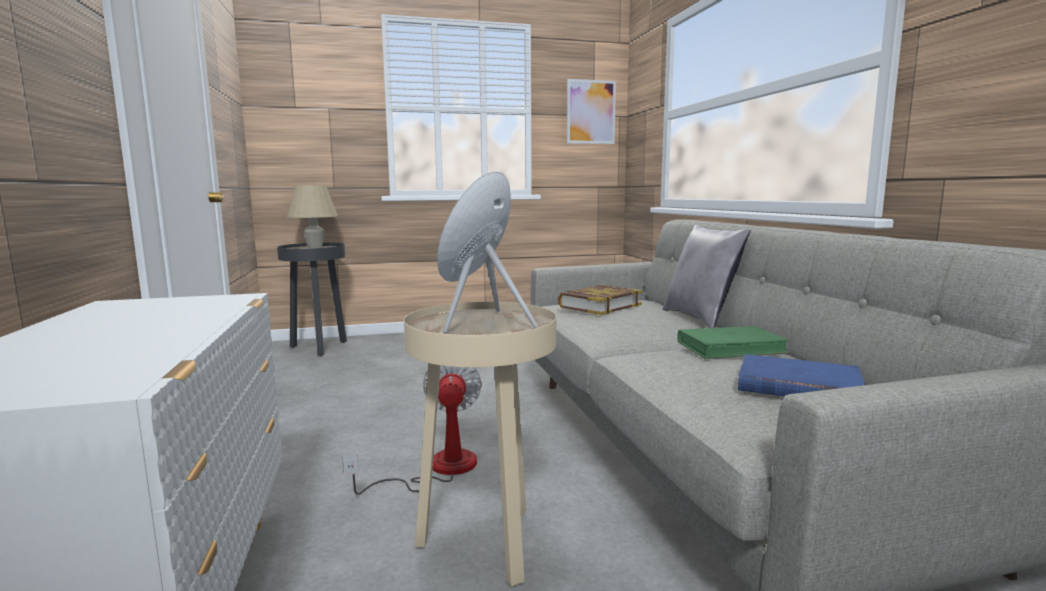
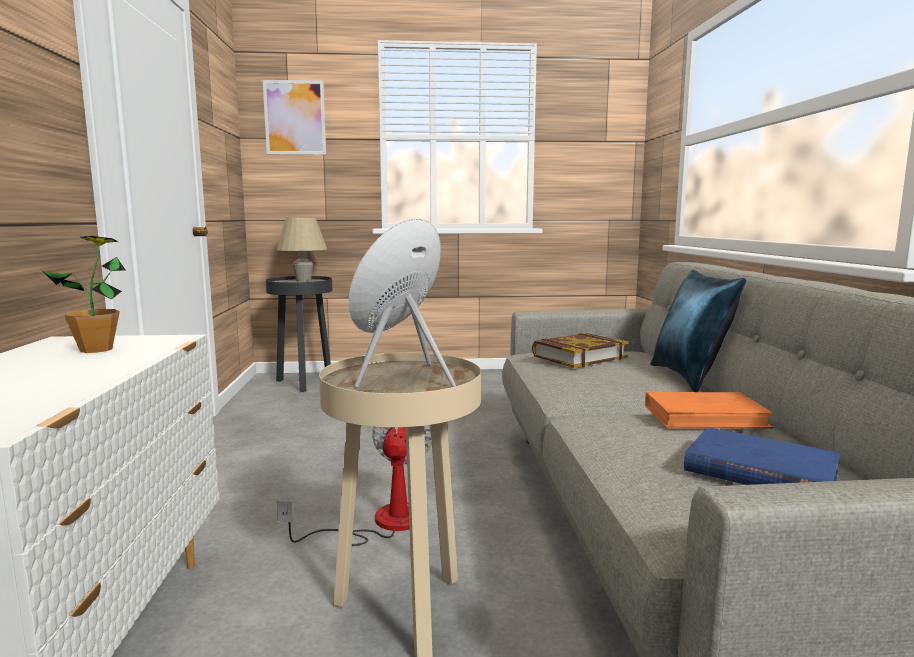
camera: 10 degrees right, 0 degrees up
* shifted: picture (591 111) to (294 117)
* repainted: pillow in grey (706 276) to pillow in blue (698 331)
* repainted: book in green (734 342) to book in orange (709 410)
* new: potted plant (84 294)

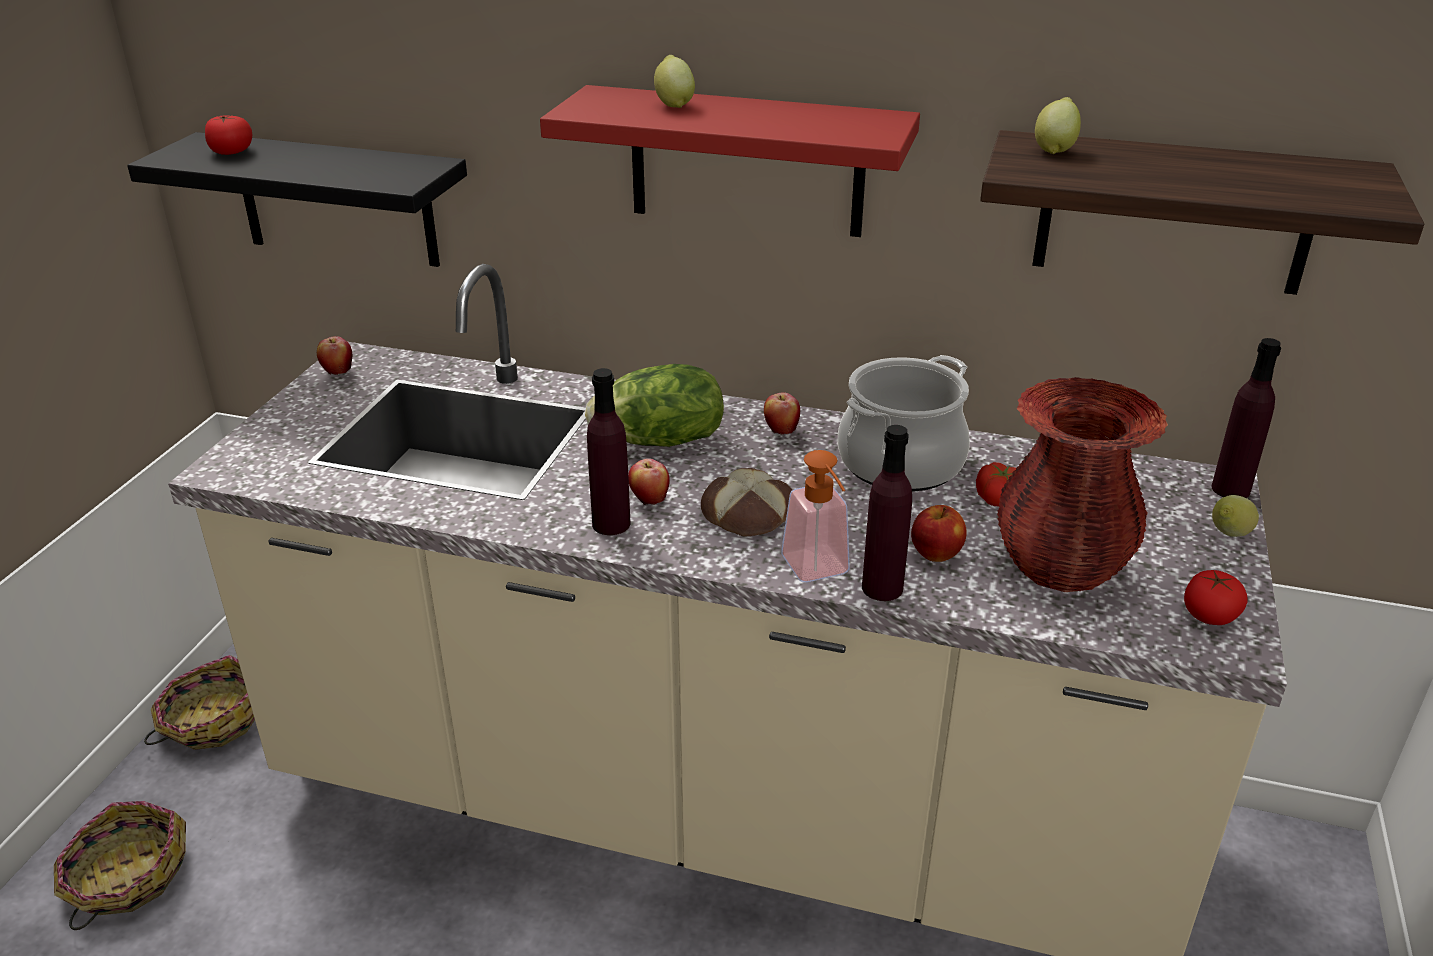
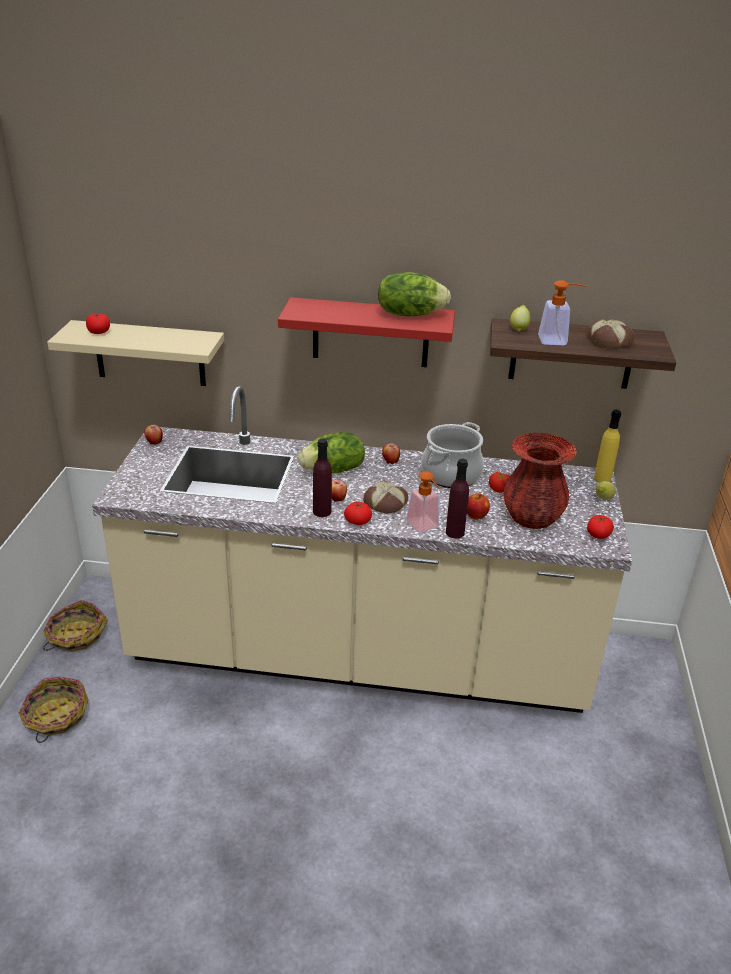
camera: 10 degrees left, 0 degrees up
* repainted: shelf in black (297 199) to shelf in beige (135 353)
* gone: lemon (674 81)
* repainted: bottle in purple (1246 418) to bottle in yellow (607 446)
* new: tomato (358 513)
* new: lettuce (414 294)
* new: soap dispenser (562 312)
* new: bread (611 333)

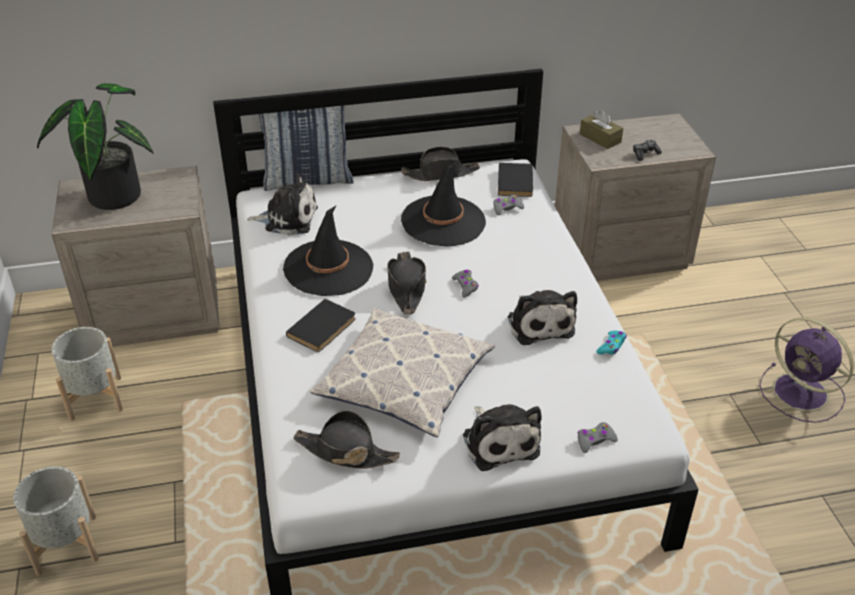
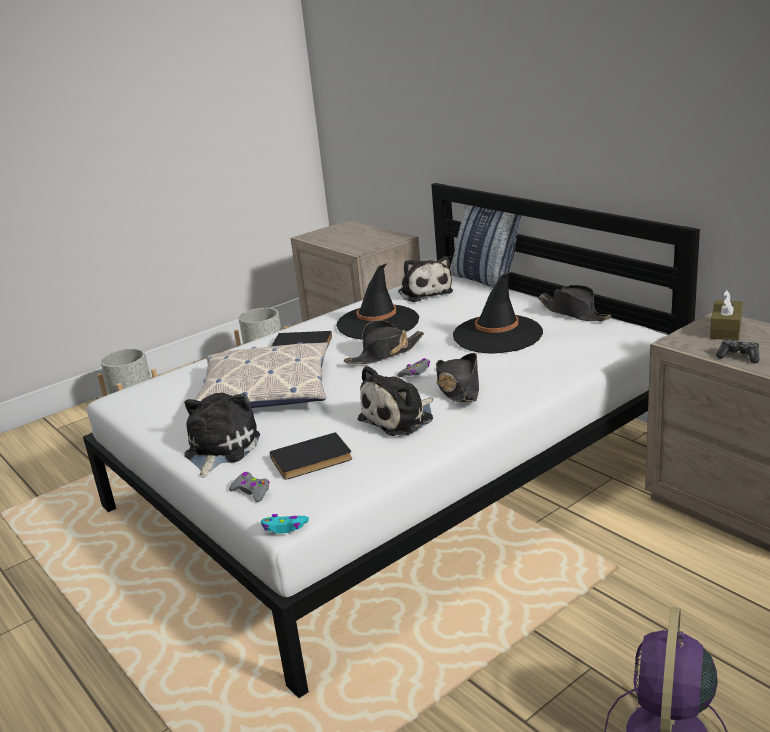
camera: 65 degrees right, 15 degrees down
* gone: potted plant (95 146)
* shifted: hat in black (346 439) to (457 377)
* rotated: plush toy (502 437) = (222 435) 150 degrees clockwise
* gone: game controller in grey (508 205)
* shifted: book in black (515 180) to (311 456)
* shifted: game controller in turquoise (611 342) to (285 523)

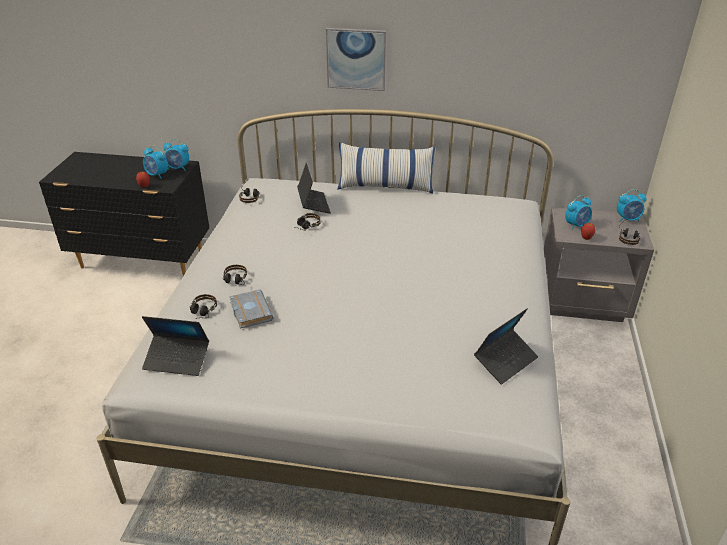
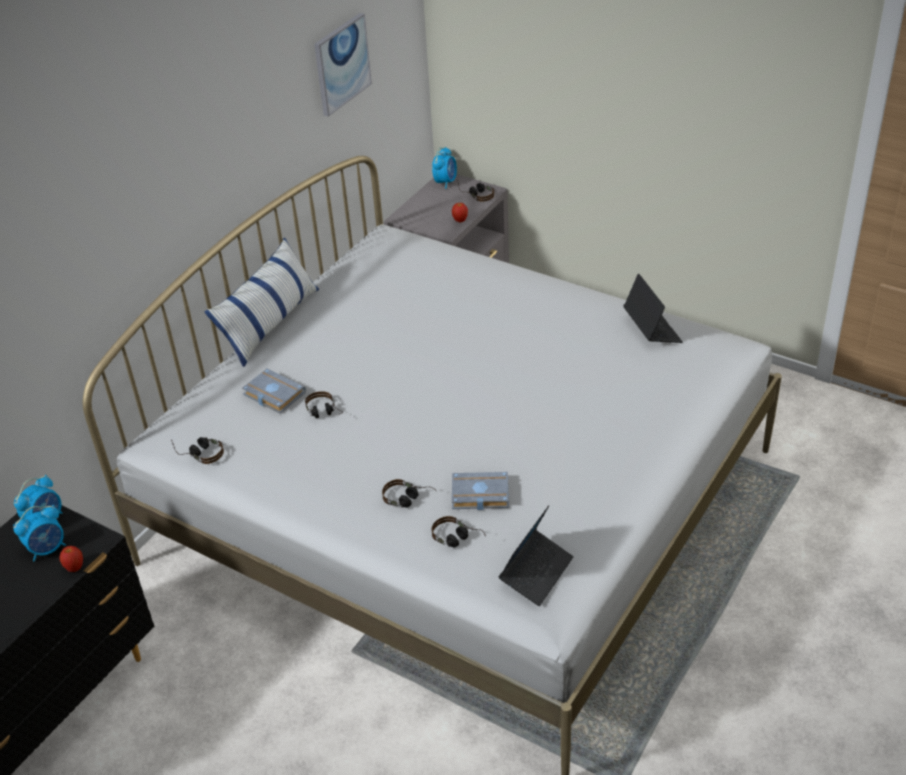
camera: 65 degrees left, 5 degrees up
* swapped: laptop (314 188) to book in grey (274 391)
* shifted: picture (356 59) to (343 65)
* gone: alarm clock (578 212)

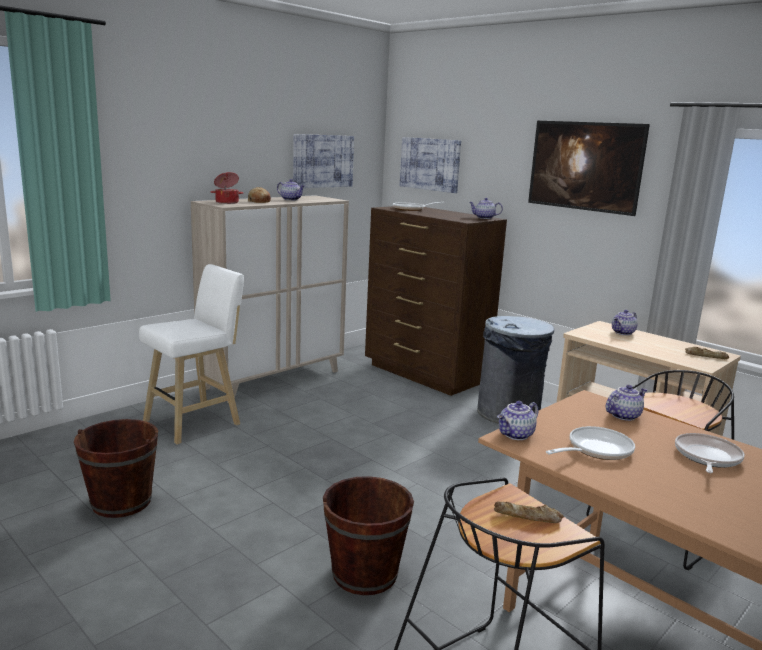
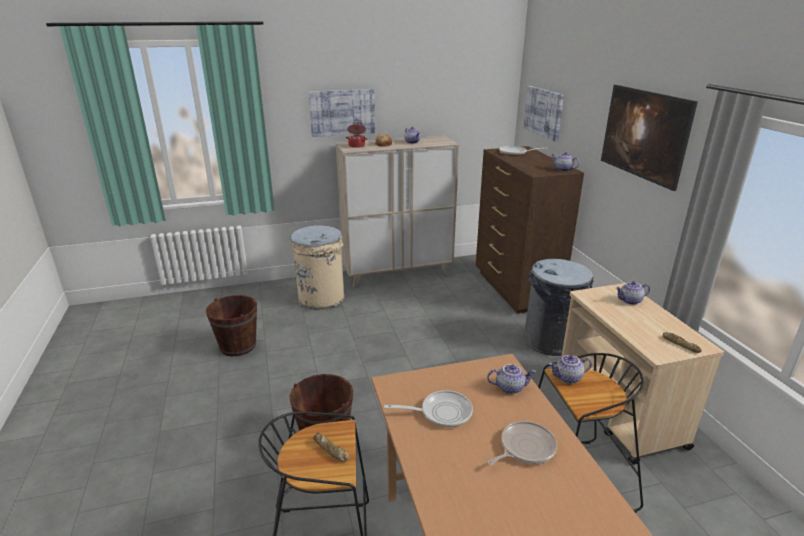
camera: 30 degrees right, 10 degrees up
* swapped: stool in white (191 354) to trash can in beige (317 267)
* shifted: picture (323 161) to (341 113)
* shifted: teapot (518 420) to (570 369)

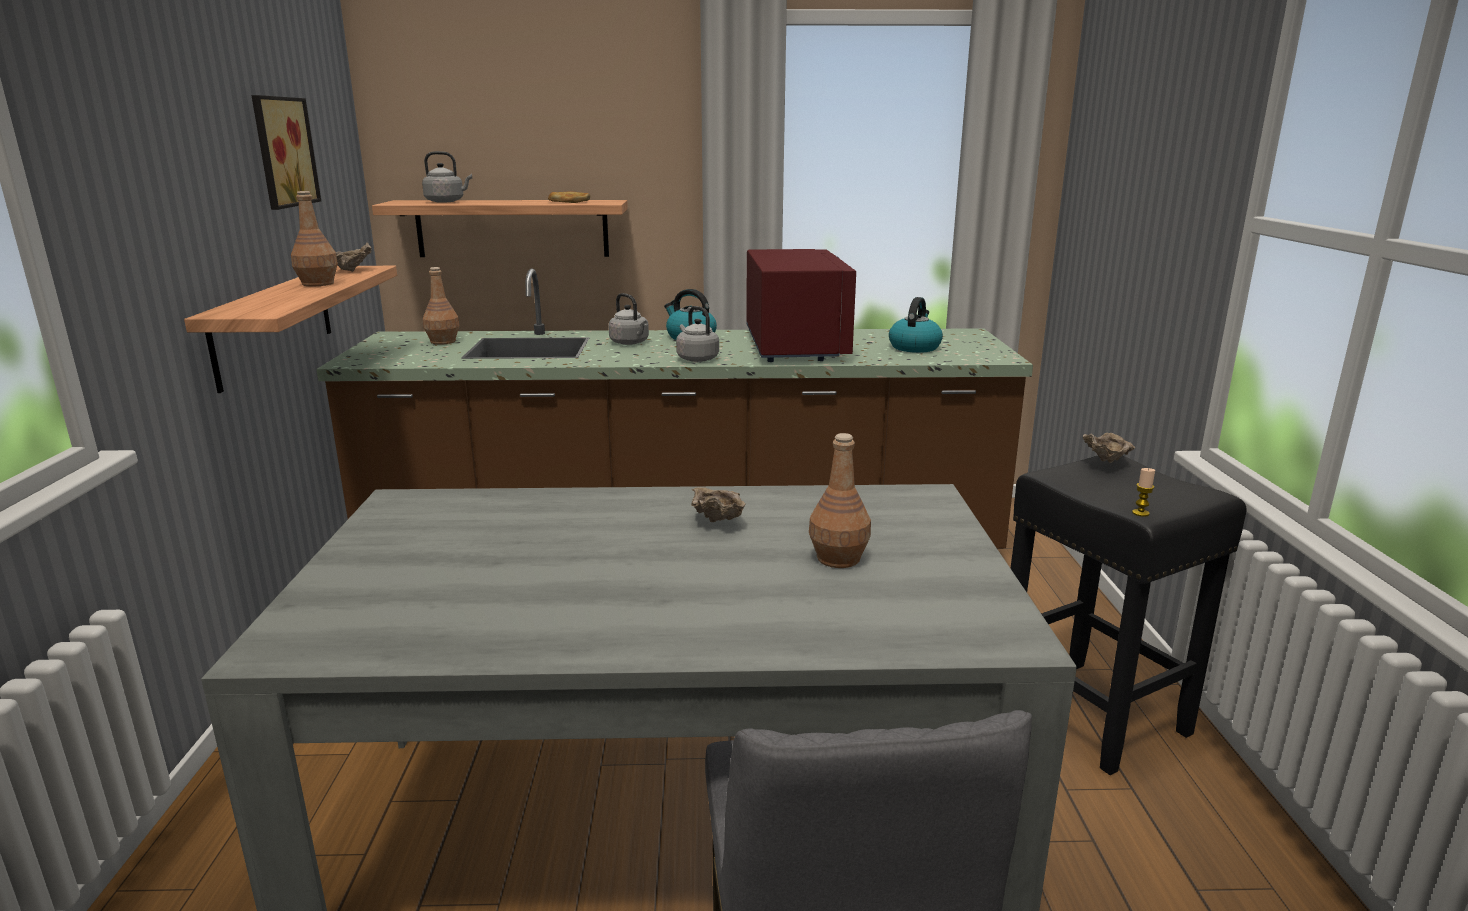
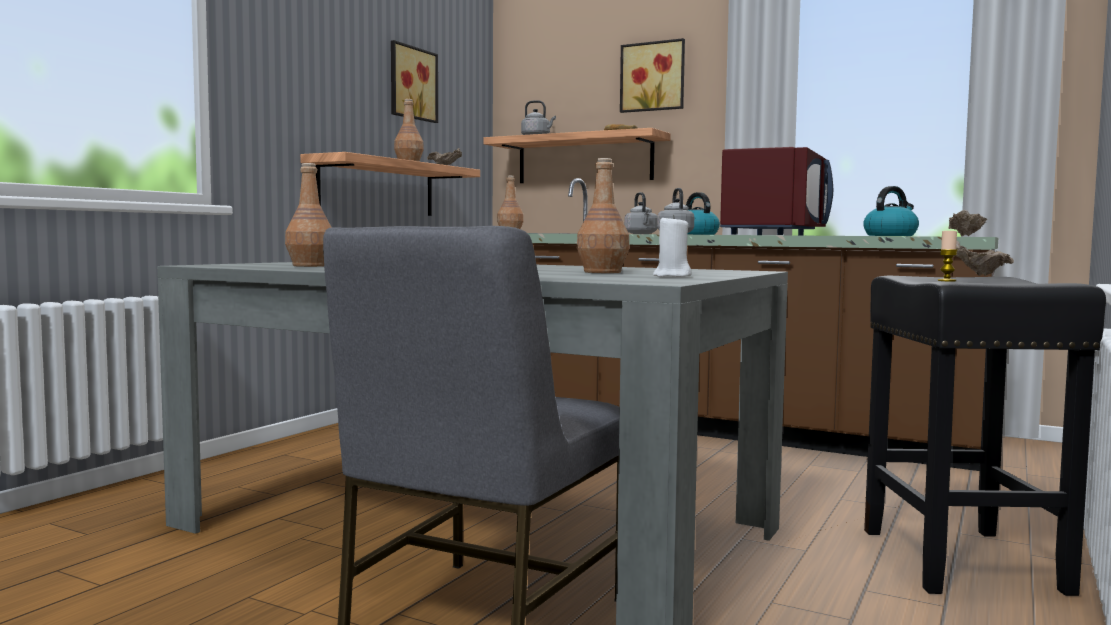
camera: 30 degrees right, 15 degrees down
* shifted: bowl in beige (718 504) to (967 223)
* new: bottle in brown (308 215)
* new: picture (652 75)
* new: candle in white (672 246)

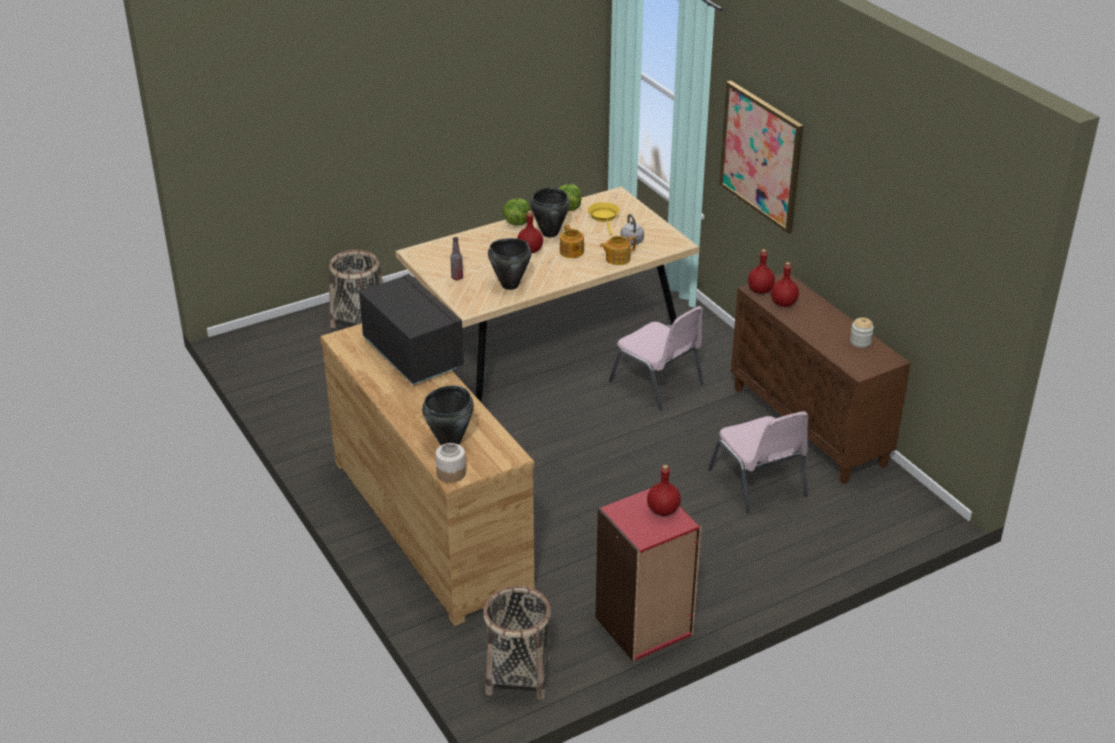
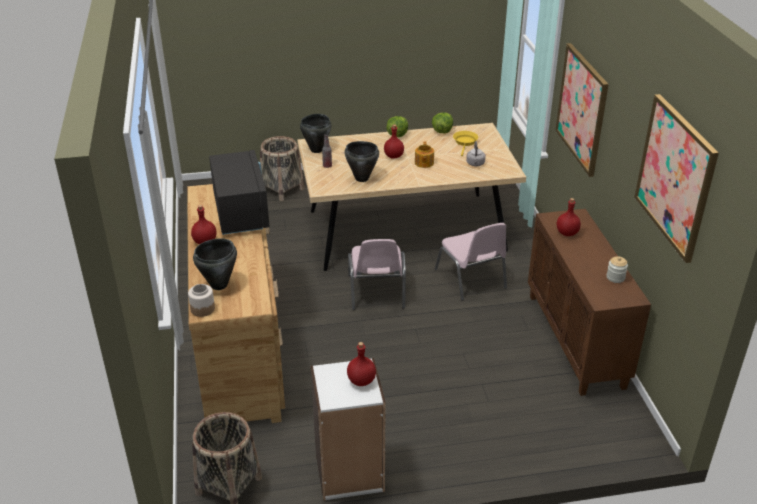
camera: 20 degrees right, 0 degrees up
* shifted: cooking pot in black (550 212) to (315 133)
* repainted: bookcase in red (649 574) to bookcase in white (348 429)
* gone: teapot (618 250)
* shifted: chair in pink (758 462) to (377 274)
* shifted: bottle in red (761 271) to (203 224)
* new: picture (676 178)

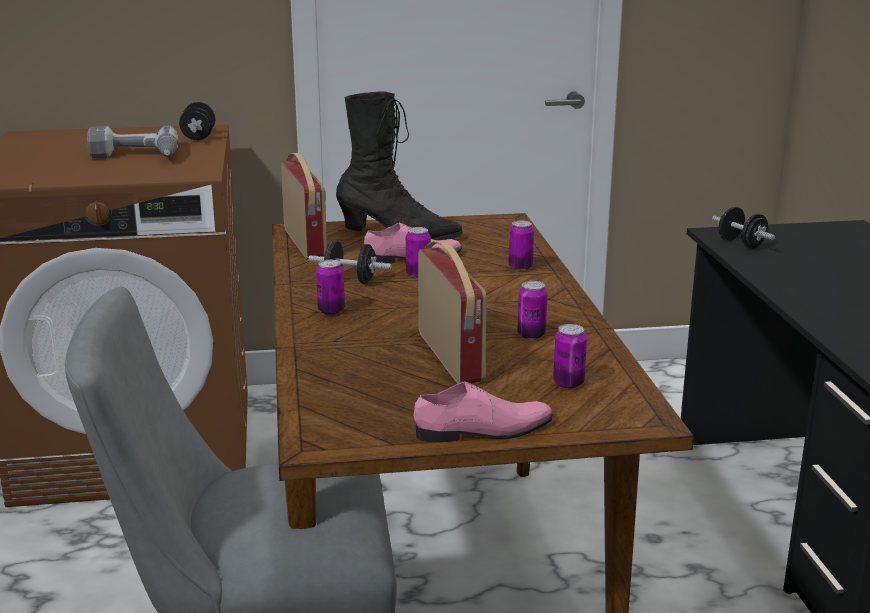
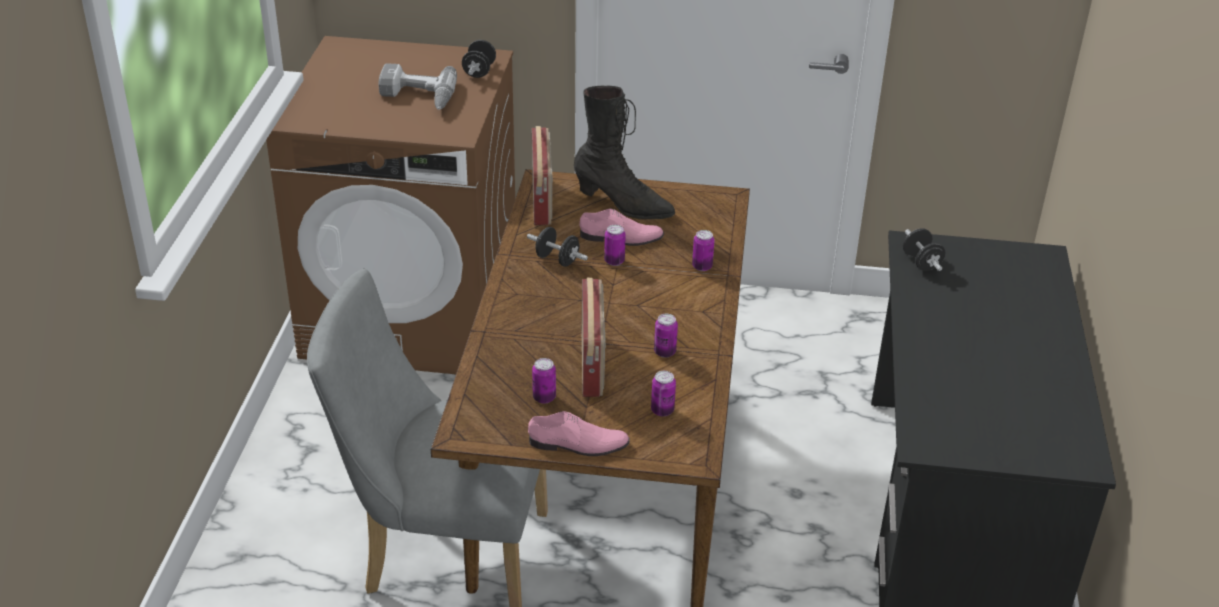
camera: 15 degrees right, 15 degrees up
* shifted: can (330 287) to (544 381)

